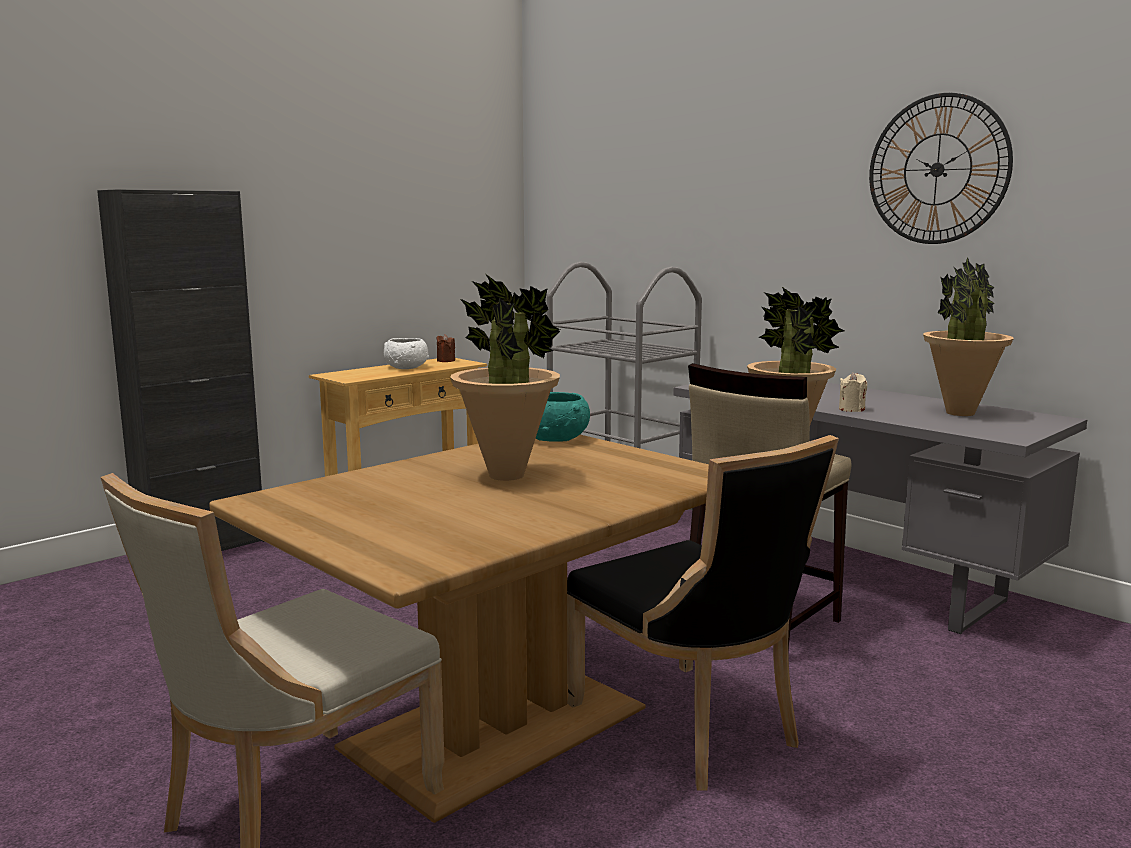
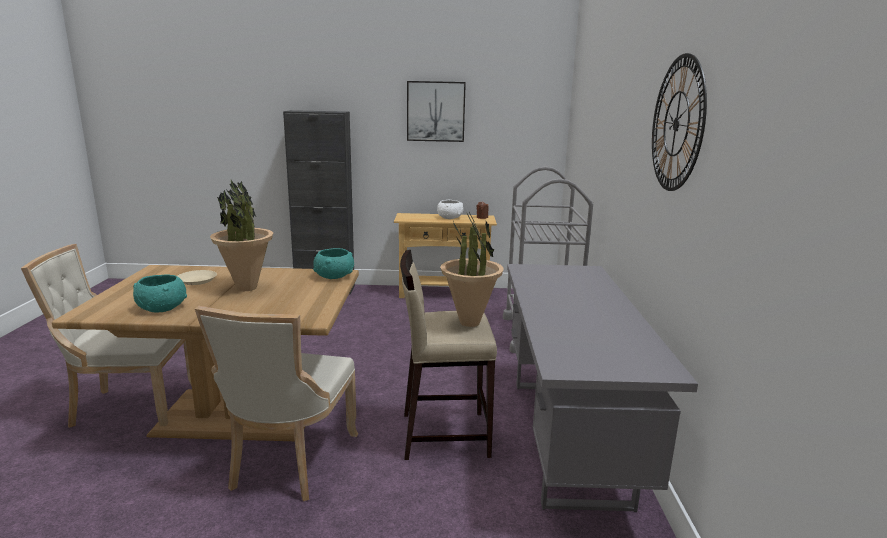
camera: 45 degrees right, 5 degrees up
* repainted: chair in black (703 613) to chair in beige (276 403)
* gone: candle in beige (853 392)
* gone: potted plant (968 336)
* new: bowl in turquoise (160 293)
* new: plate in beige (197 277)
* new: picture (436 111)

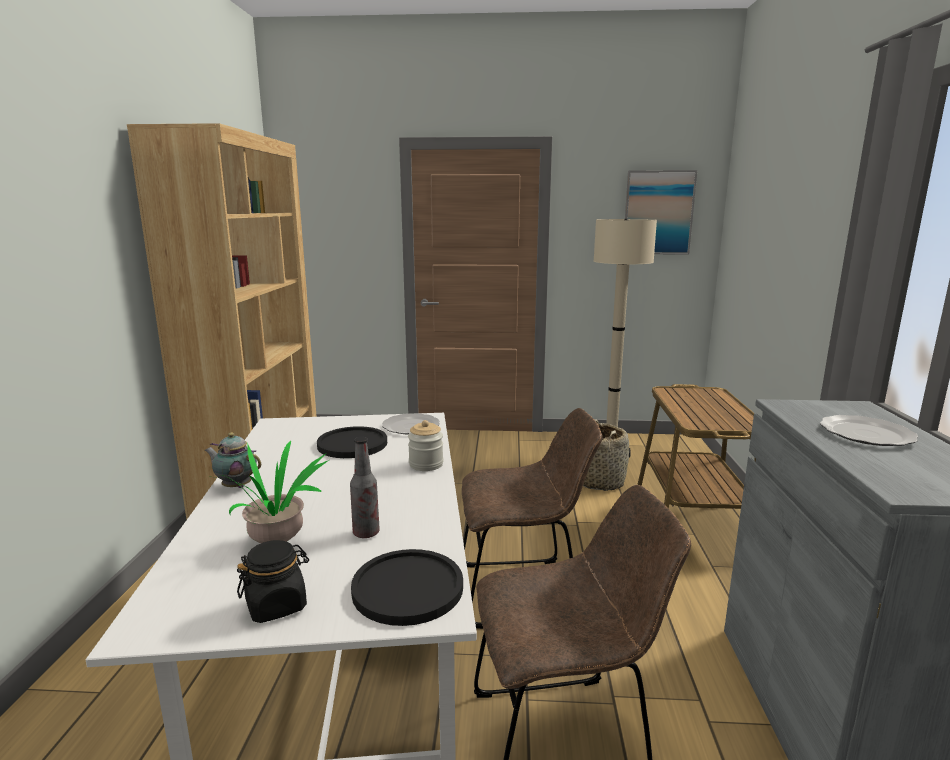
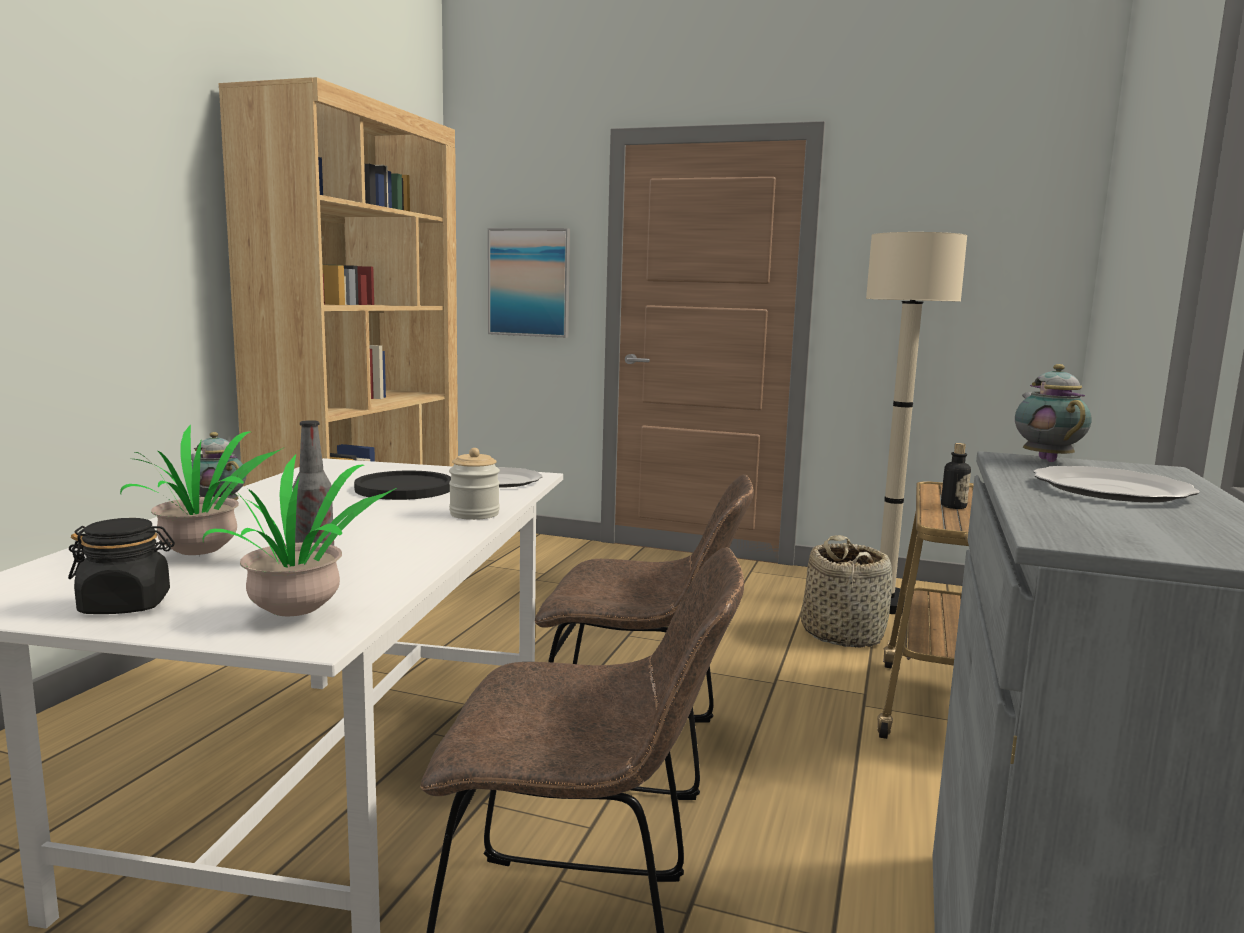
camera: 15 degrees right, 5 degrees down
* swapped: plate in black (407 587) to potted plant (299 535)
* shifted: picture (661 212) to (529 283)
* new: bottle (956 476)
* new: teapot (1053 413)

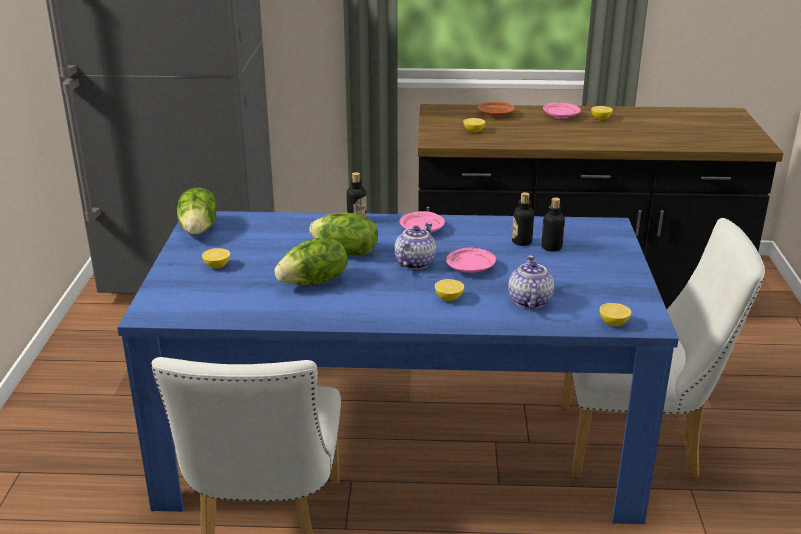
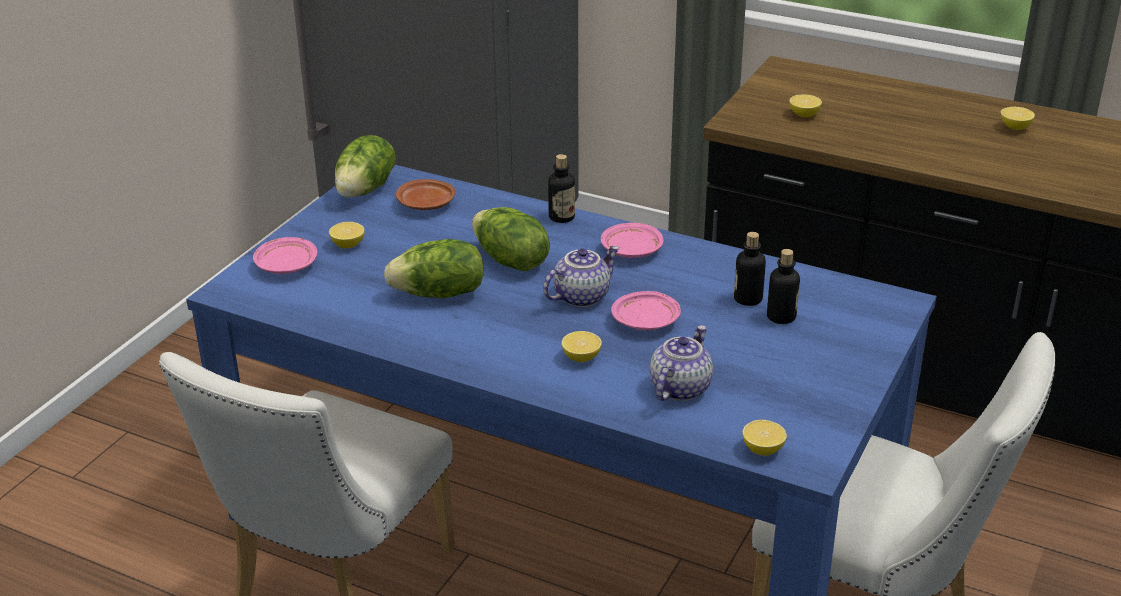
camera: 25 degrees right, 5 degrees up
* shifted: plate in brown (496 109) to (425 194)
* shifted: plate in pink (562 110) to (285 255)

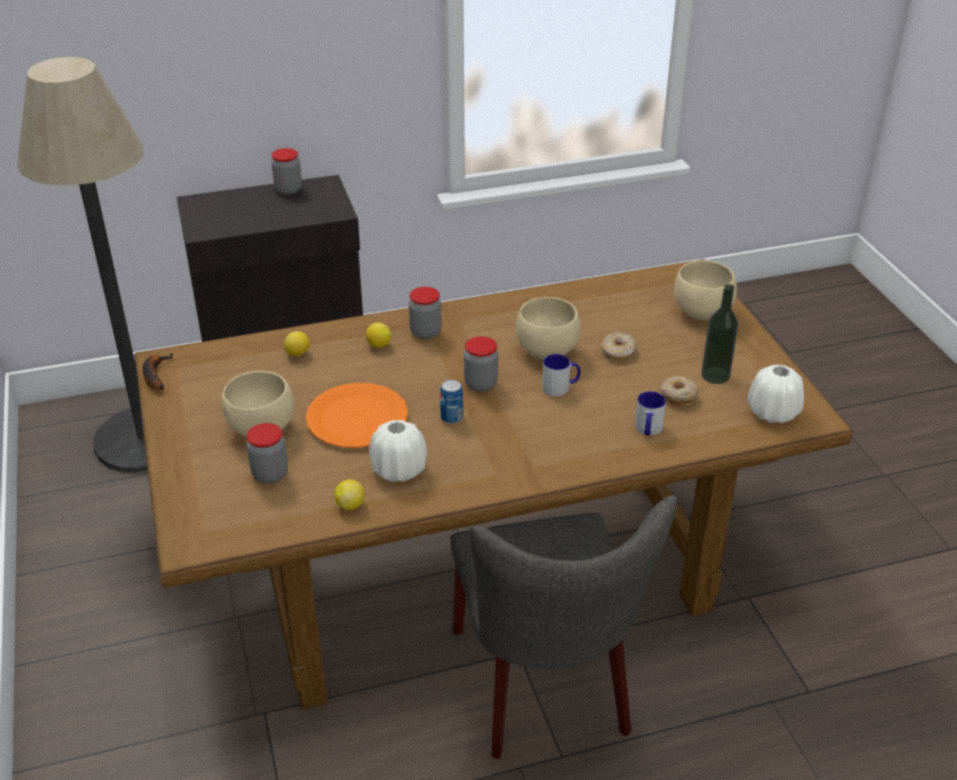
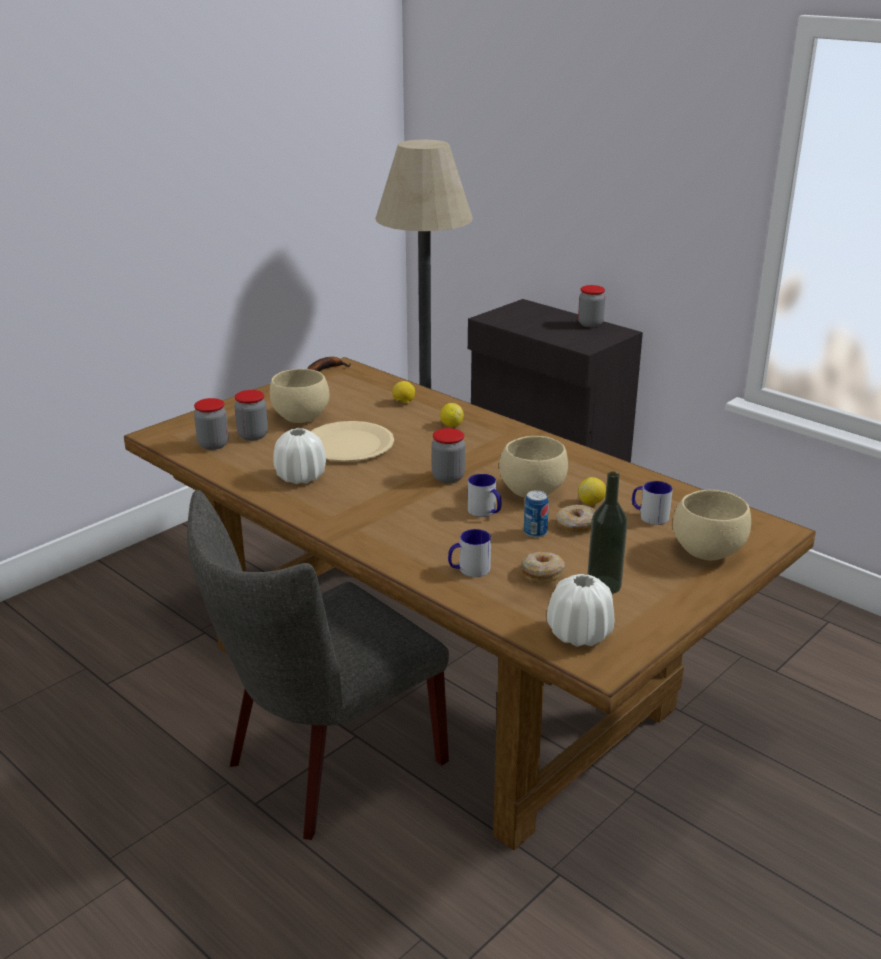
camera: 60 degrees right, 10 degrees down
* repainted: plate in orange (357 415) to plate in beige (352 441)
* shifted: lemon (349 494) to (592 491)
* shifted: jar (425 313) to (211 424)
* shifted: can (451 402) to (536 514)
* new: mug (652 503)

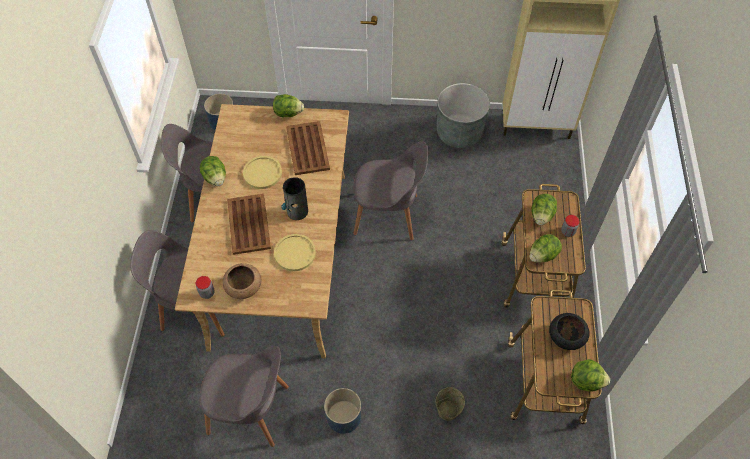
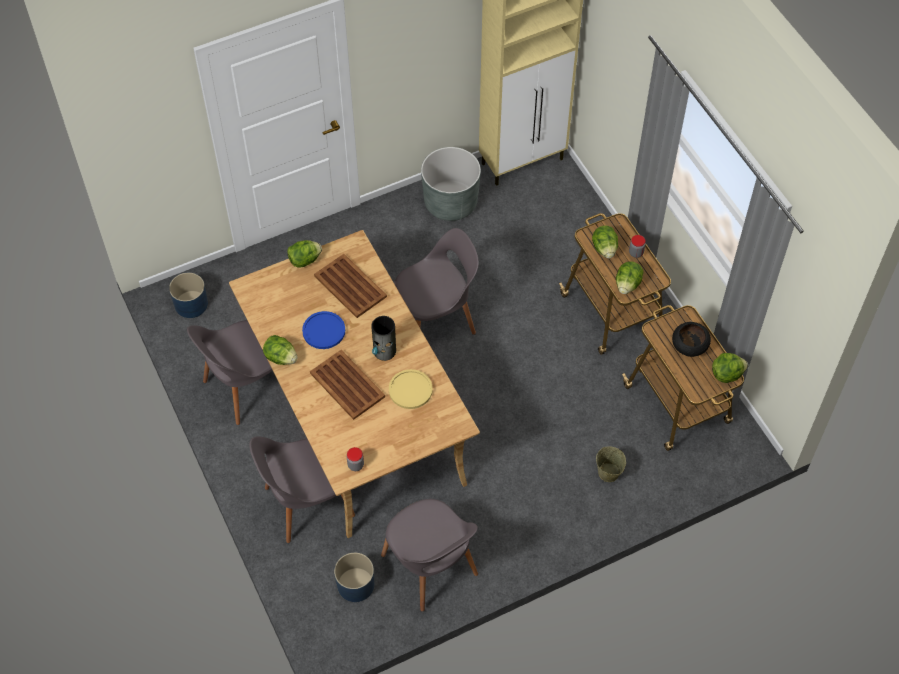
camera: 30 degrees left, 0 degrees up
* rotated: chair in grey (244 396) = (429 555) 75 degrees clockwise
* gone: bowl in brown (242 281)
* repainted: plate in yellow (262 172) to plate in blue (323 330)
* shifted: planter in blue (342 411) to (354 577)

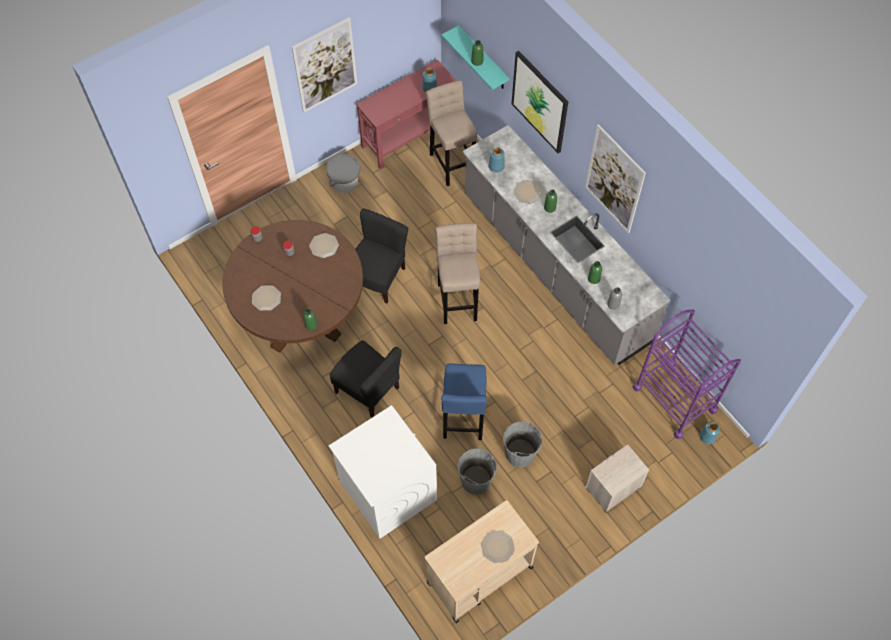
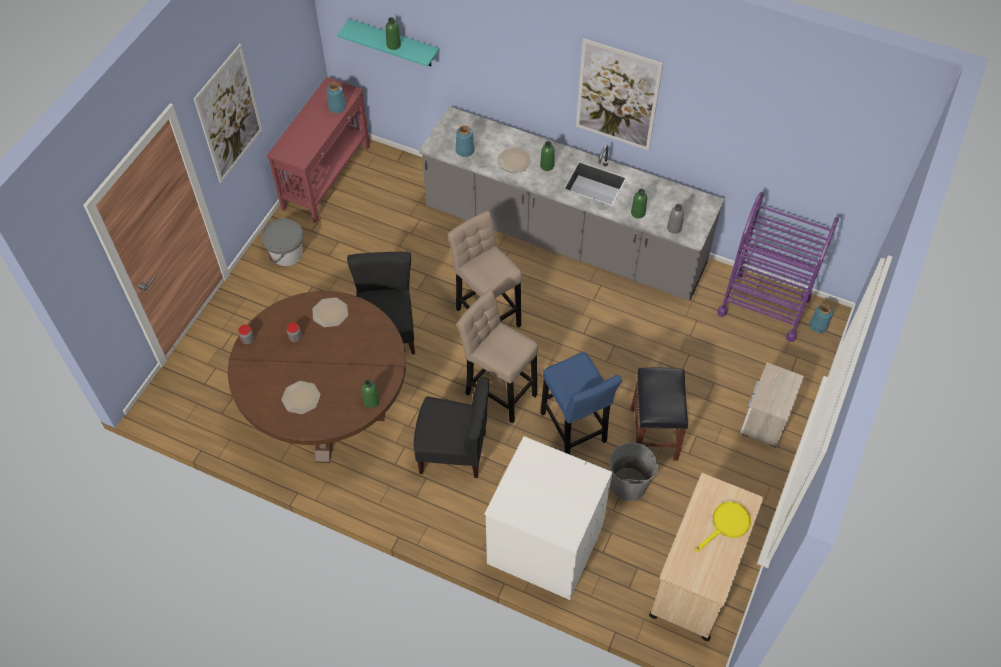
camera: 30 degrees left, 5 degrees down
* shifted: stool in beige (451 133) to (497 356)
* swapped: plate (498 546) to frying pan in yellow (723 527)
* swapped: bucket in grey (522 444) to stool in black (659 414)
* gone: picture (539 102)

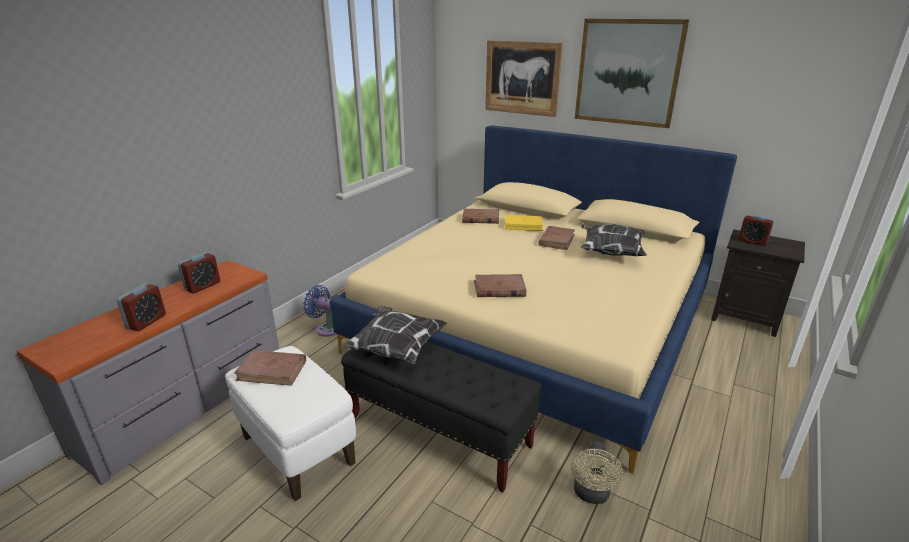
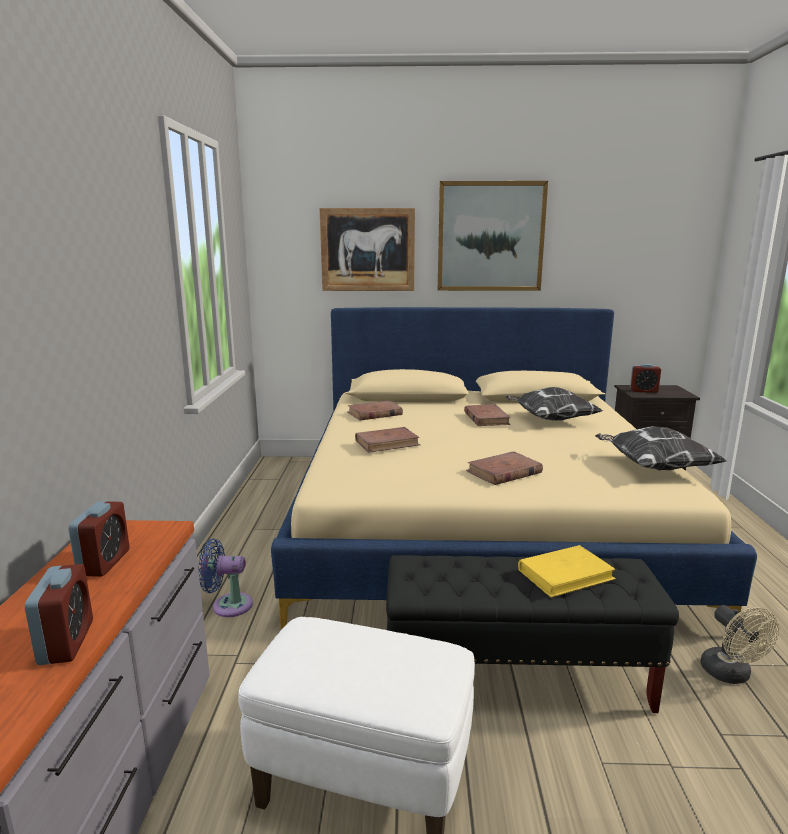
camera: 30 degrees left, 10 degrees down
* shifted: book in brown (270 368) to (388 440)
* shifted: pillow (395 335) to (661 448)
* shifted: book in yellow (524 223) to (567 571)

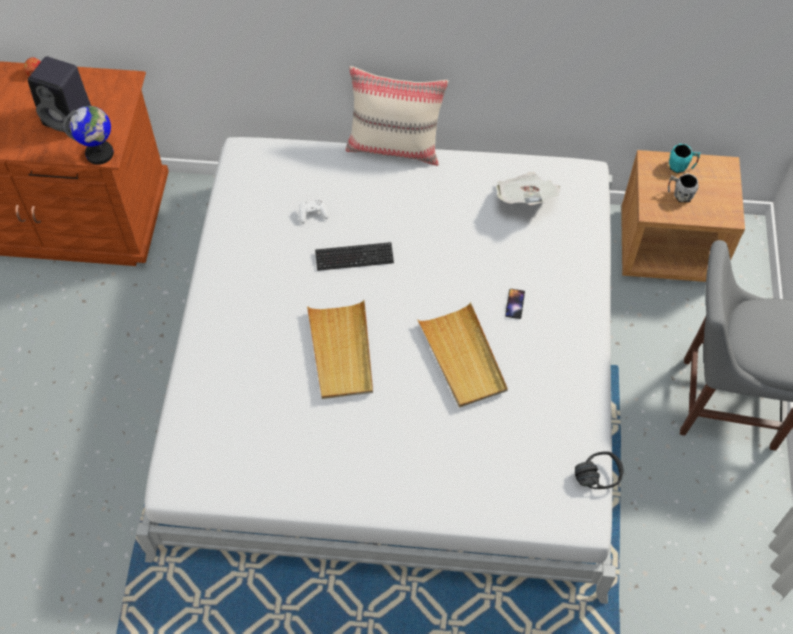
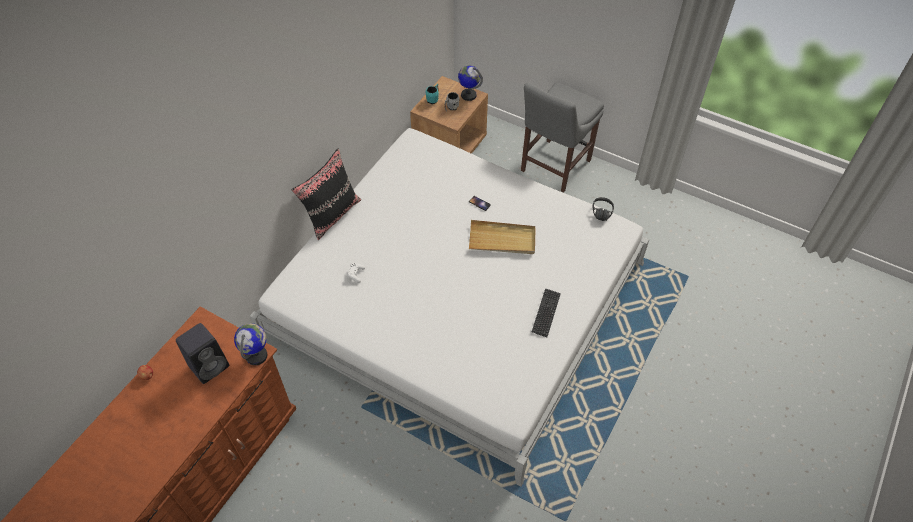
camera: 65 degrees left, 5 degrees down
* gone: tray in beige (340 349)
* shifted: keyboard (354 256) to (546 312)
* repainted: pillow in beige (397 116) to pillow in black (326 194)
* gone: newspaper (528 188)
* new: globe (470 83)

